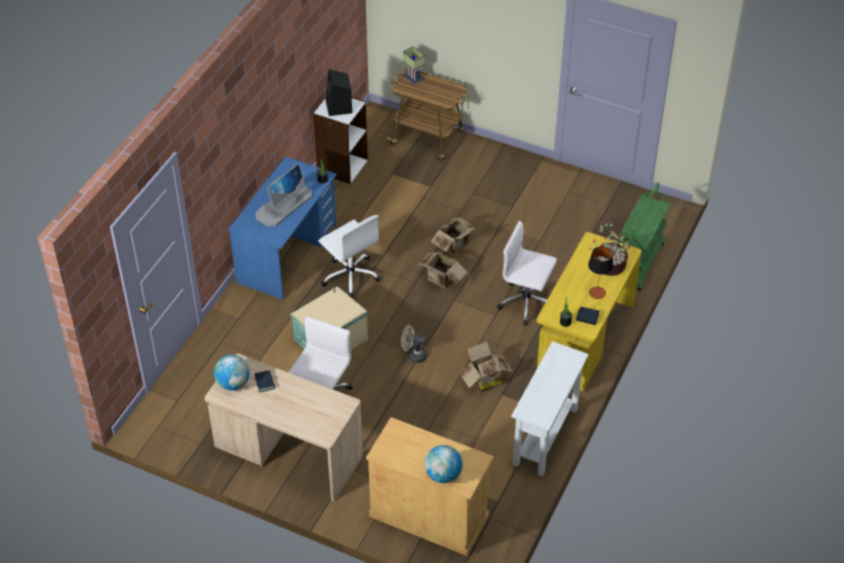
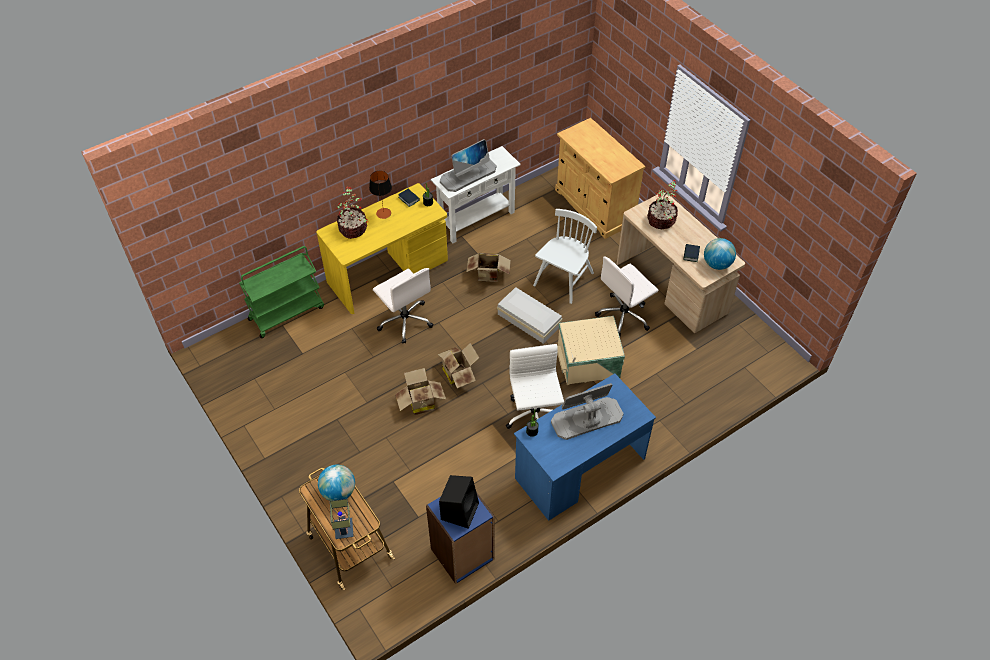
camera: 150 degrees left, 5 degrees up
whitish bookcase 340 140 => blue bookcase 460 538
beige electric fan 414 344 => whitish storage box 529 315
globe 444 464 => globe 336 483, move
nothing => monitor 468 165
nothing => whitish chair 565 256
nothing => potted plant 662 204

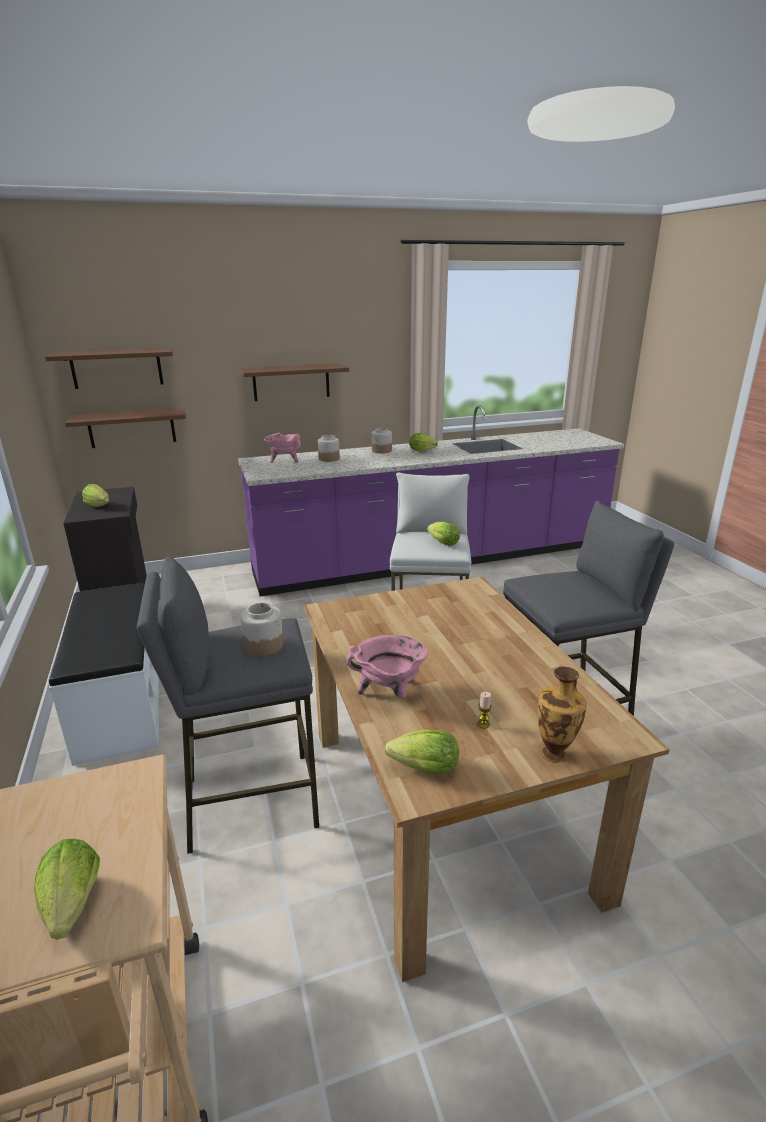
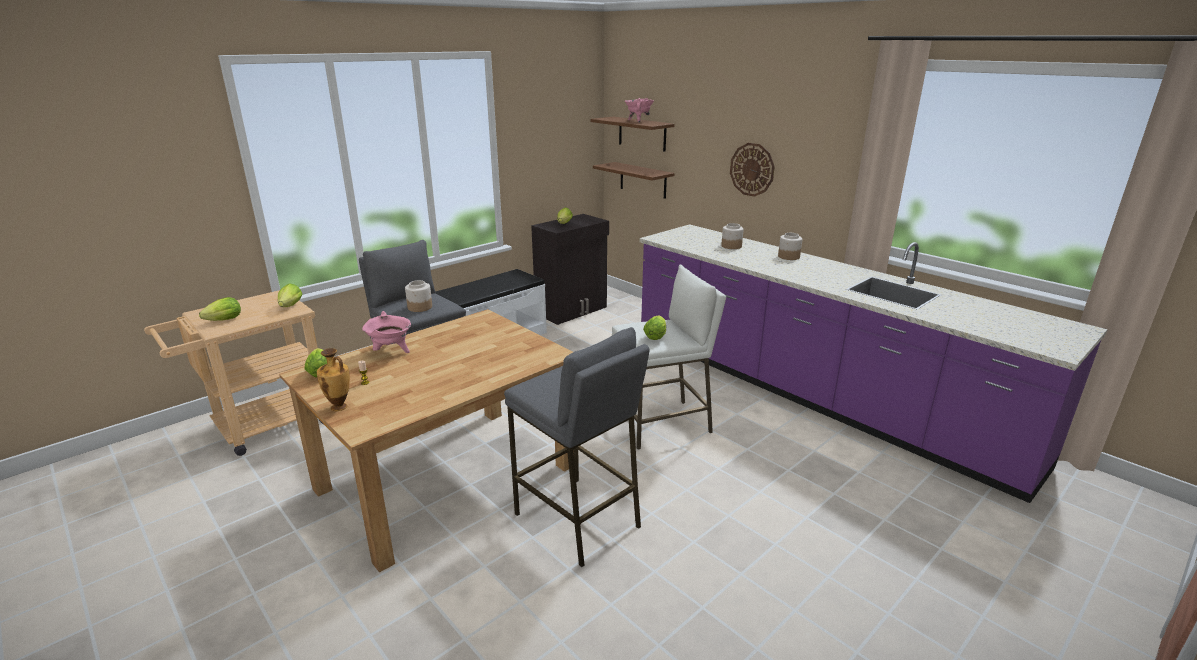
camera: 65 degrees right, 0 degrees up
brown wall shelf 294 382 => hanging clock 752 170
pink-coloured saucepot 282 448 => pink-coloured saucepot 639 110, move
lettuce head 423 442 => lettuce head 290 295, move

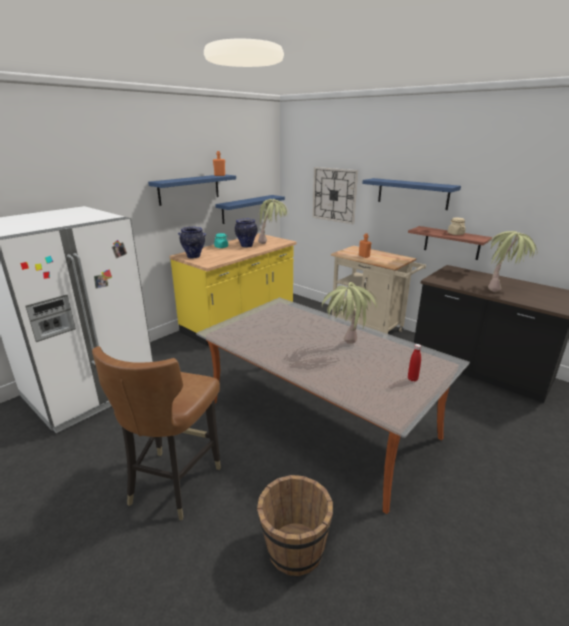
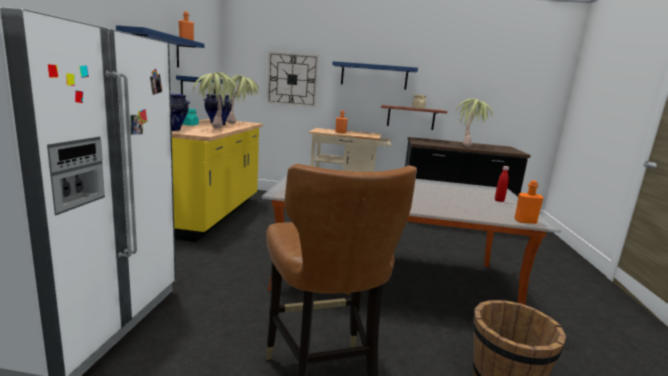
camera: 35 degrees left, 10 degrees down
potted plant 350 313 => potted plant 215 100, move
nothing => orange-coloured beverage bottle 529 202

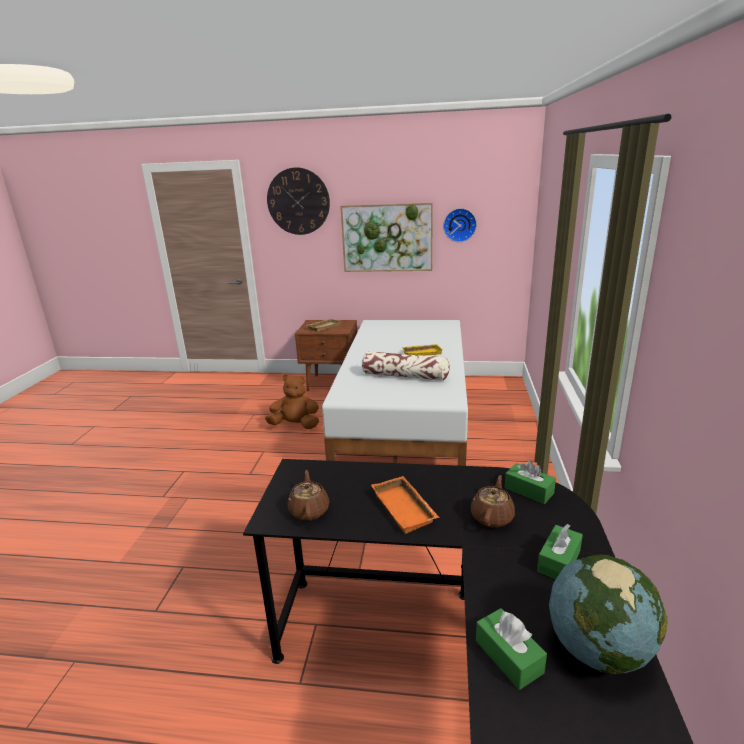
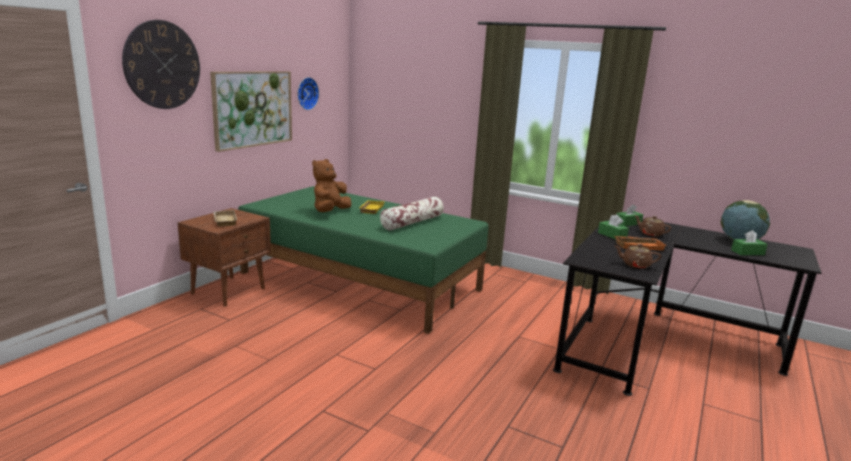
camera: 70 degrees left, 5 degrees down
brown plush toy 292 401 => brown plush toy 331 185, move
whitish bed 395 393 => greenish bed 363 260
greenish tissue holder 560 551 => greenish tissue holder 613 226, move

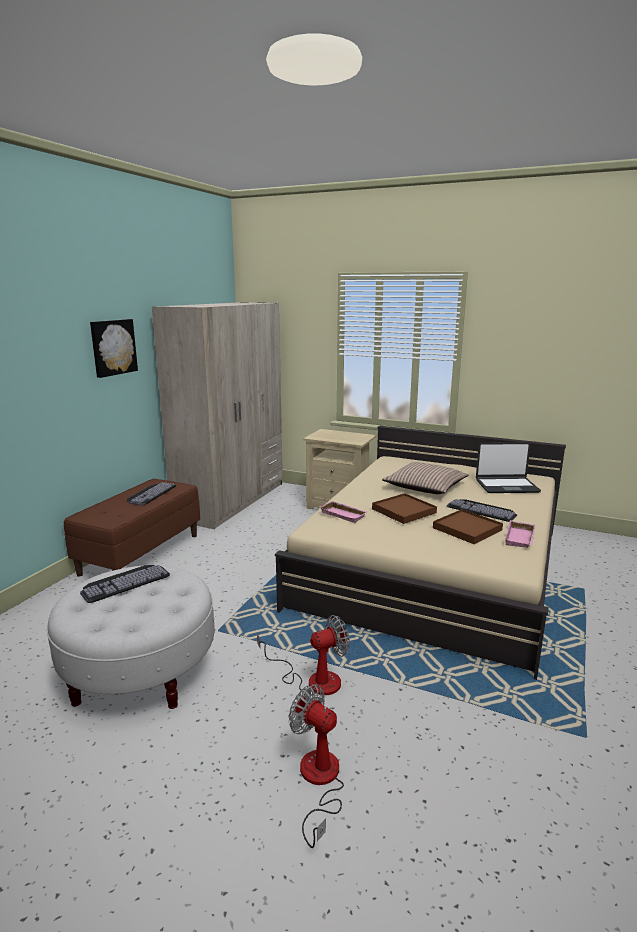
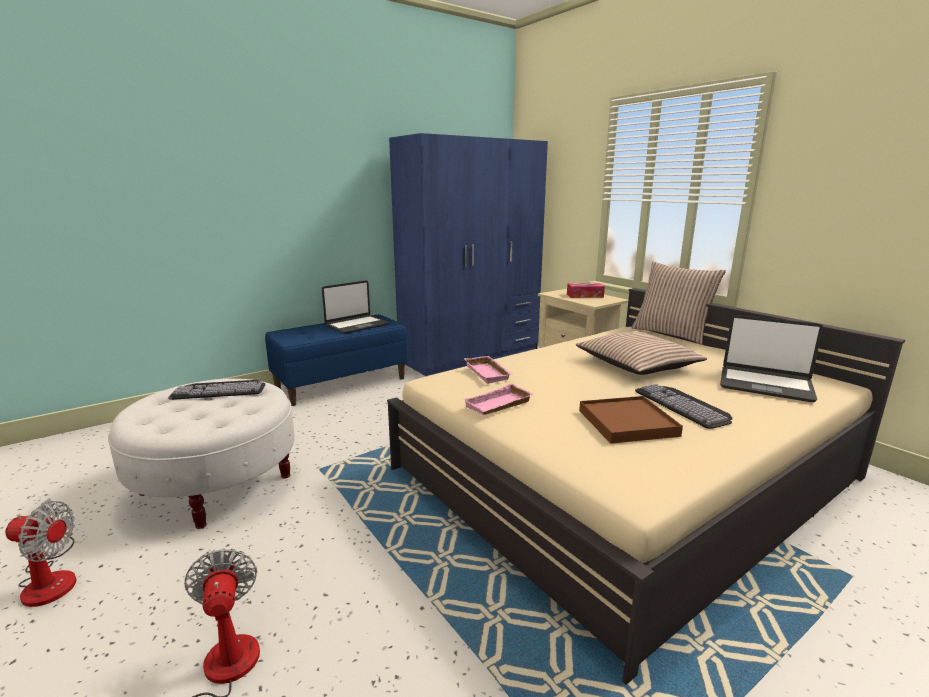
camera: 30 degrees right, 0 degrees up
brown bench 132 528 => blue bench 336 360
picture 114 348 => nothing
computer keyboard 151 493 => portable computer 356 307
beige wardrobe 217 415 => blue wardrobe 468 254
electric fan 303 655 => electric fan 40 552, move
brown serving tray 404 508 => nothing
pink-coloured serving tray 520 534 => pink-coloured serving tray 498 399, move
nothing => tissue holder 586 290
nothing => pillow 679 303

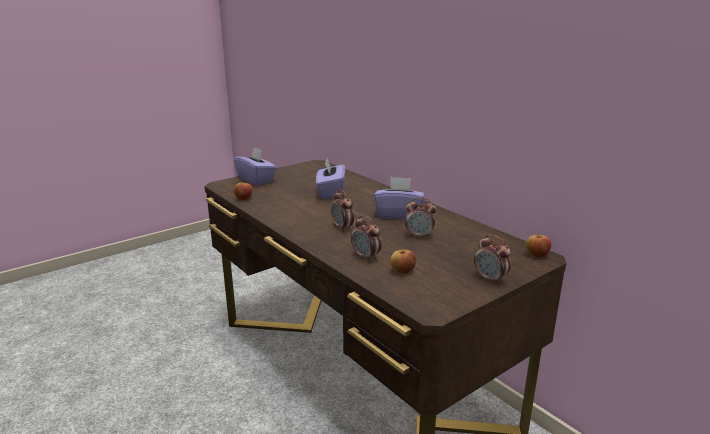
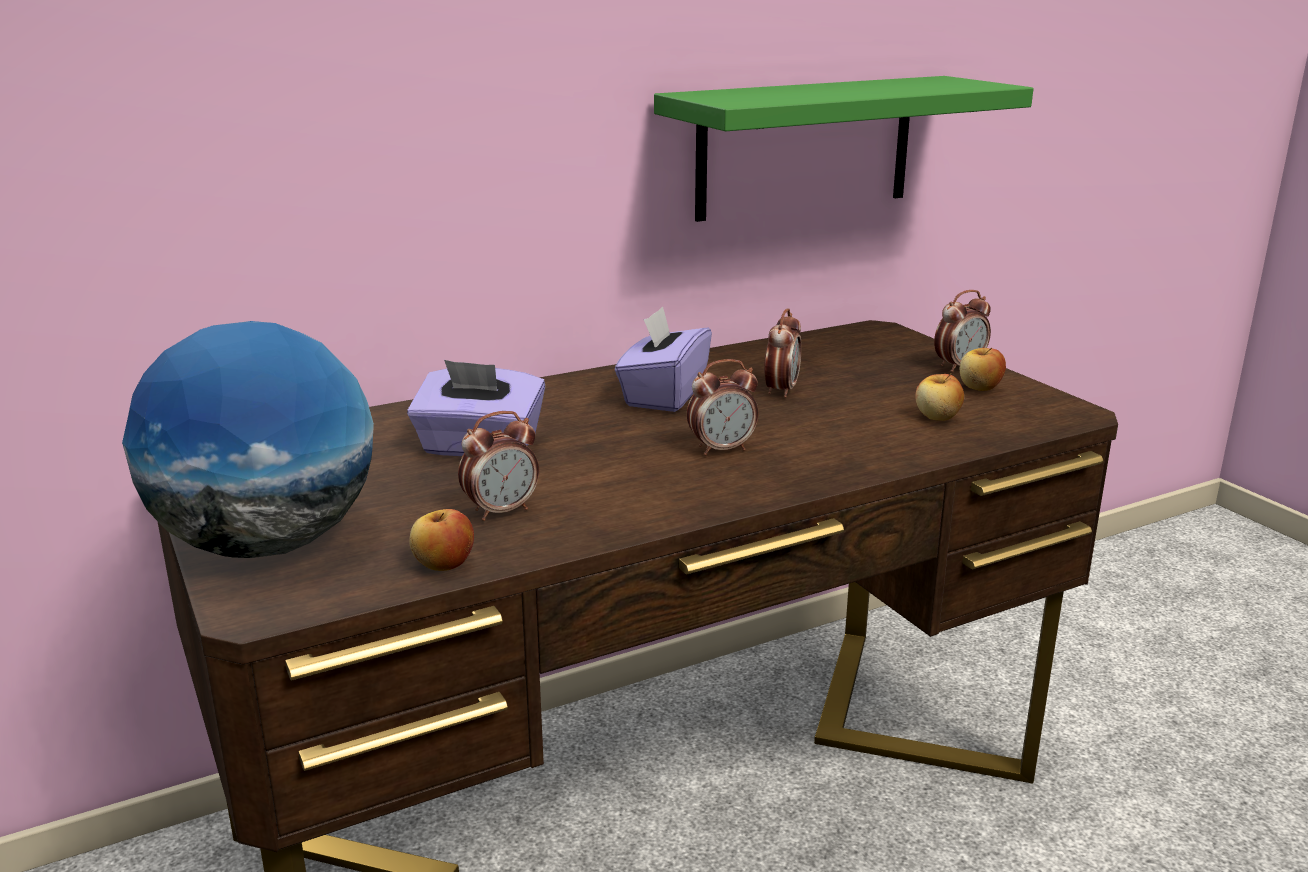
camera: 80 degrees left, 0 degrees up
purplish tissue holder 255 166 => globe 248 439
bedside clock 366 238 => bedside clock 498 466, move
whole apple 538 246 => whole apple 983 369, move
nothing => greenish wall shelf 843 149

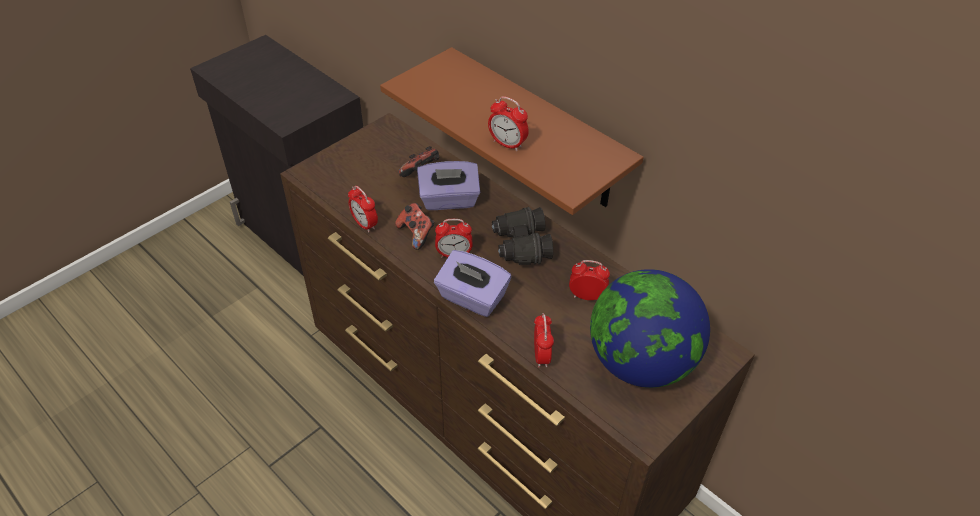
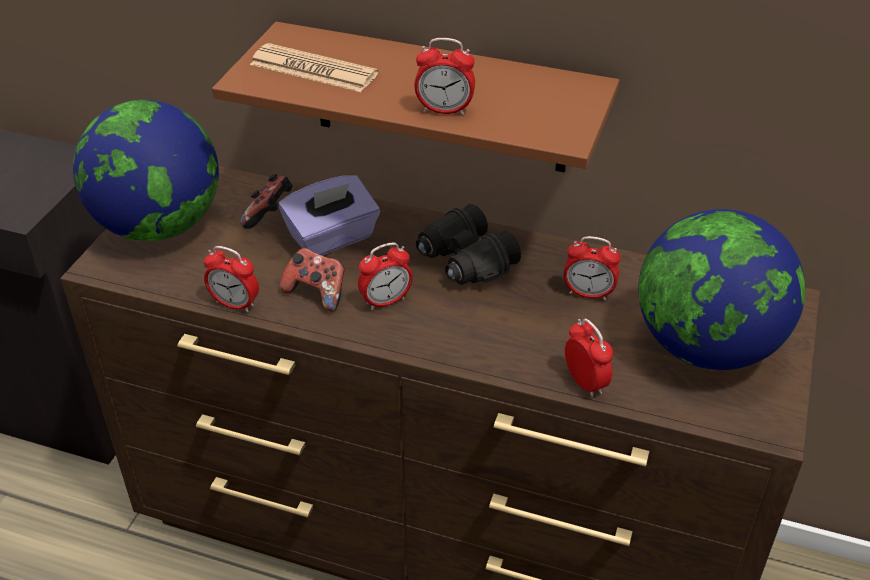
camera: 25 degrees left, 5 degrees down
purplish tissue holder 472 283 => nothing
bedside clock 589 280 => bedside clock 591 268, 150 degrees counterclockwise
nothing => globe 146 170
nothing => printed paper 314 67

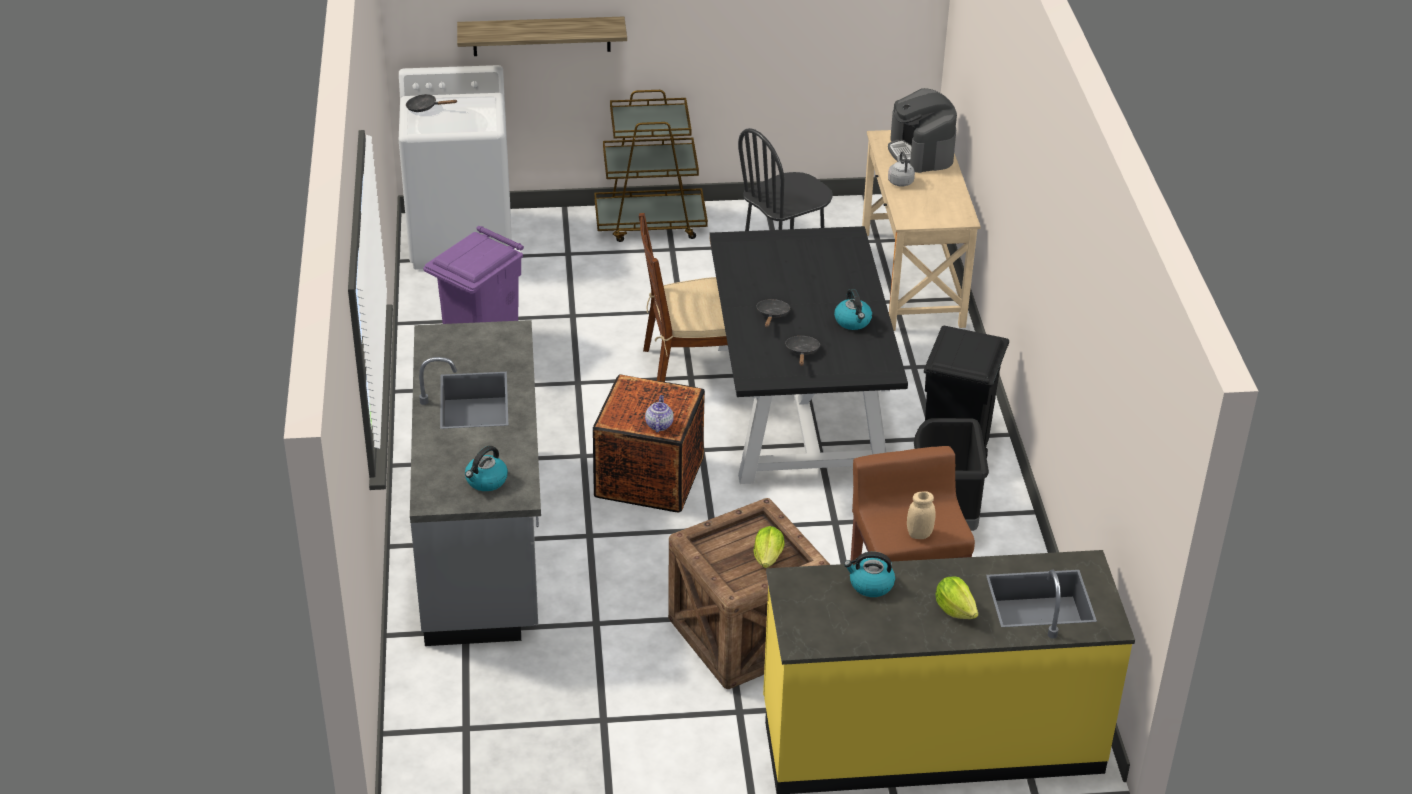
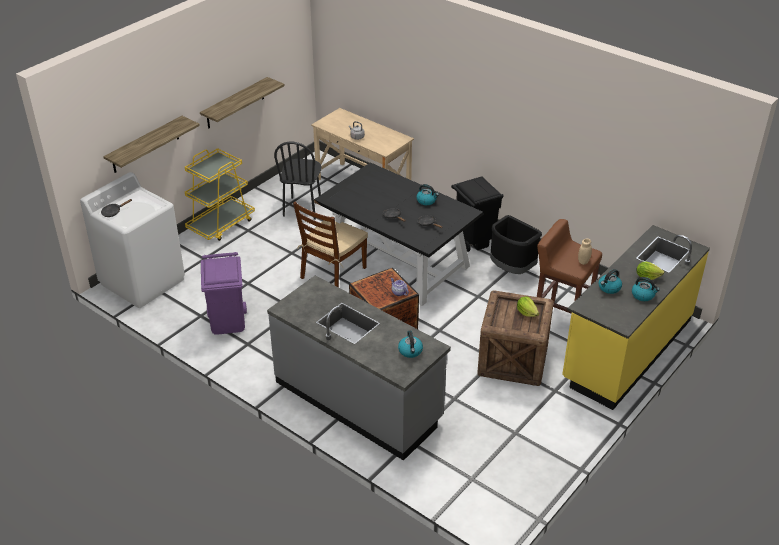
camera: 45 degrees left, 0 degrees up
brown cart 651 166 => yellow cart 220 194
coffee maker 922 130 => nothing
nothing => wall shelf 242 103
nothing => kettle 646 289

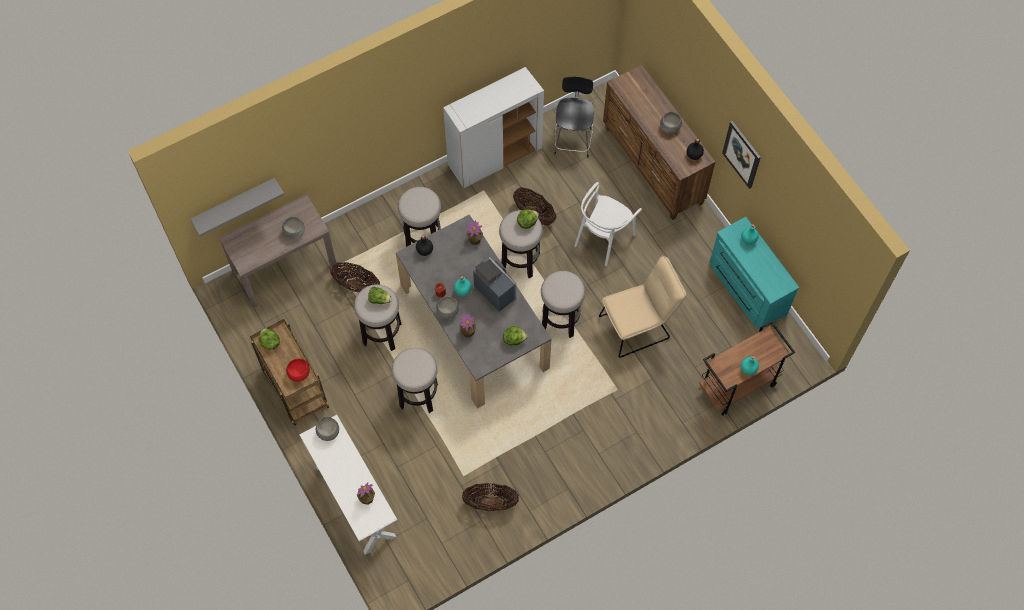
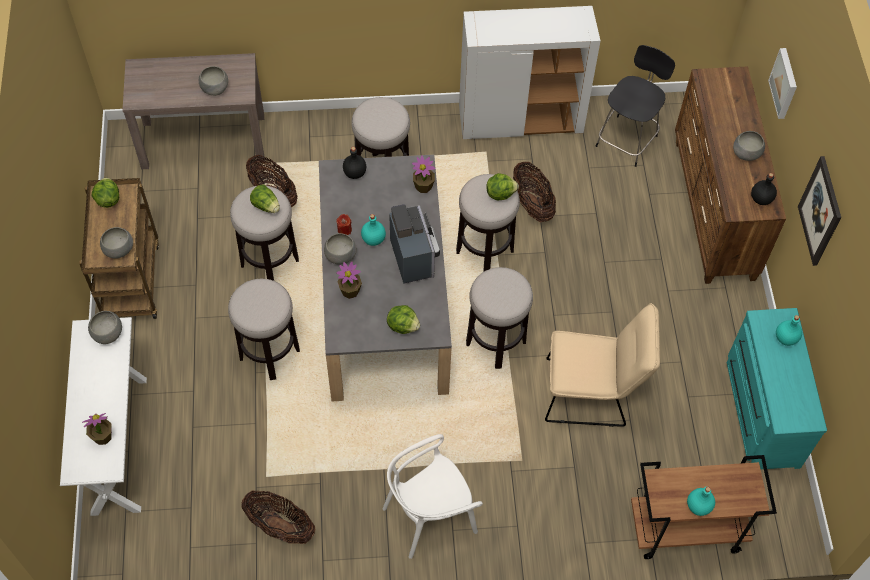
camera: 25 degrees right, 5 degrees down
grey wall shelf 237 207 => nothing
red-coloured bowl 298 370 => grey bowl 116 243
whitish chair 608 224 => whitish chair 433 496, move
nothing => picture 782 83

